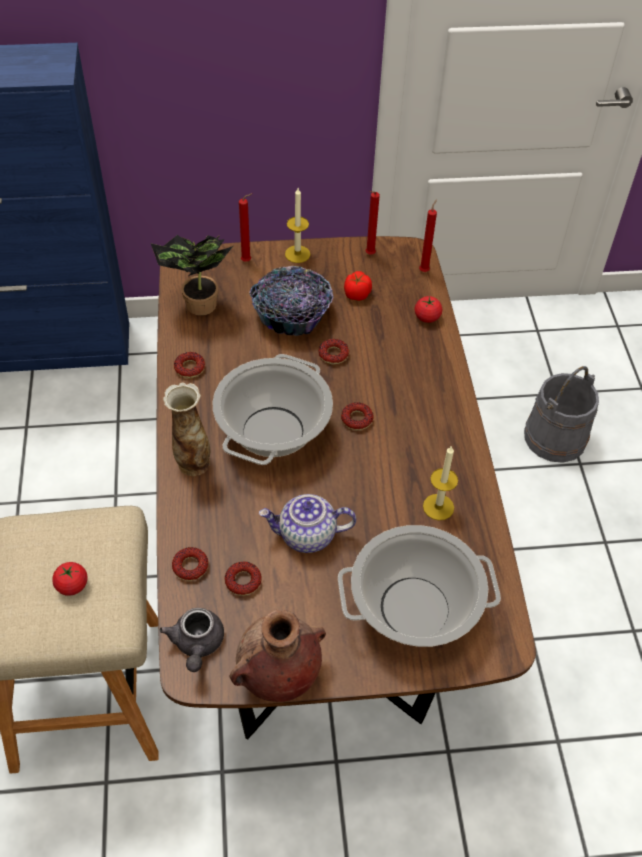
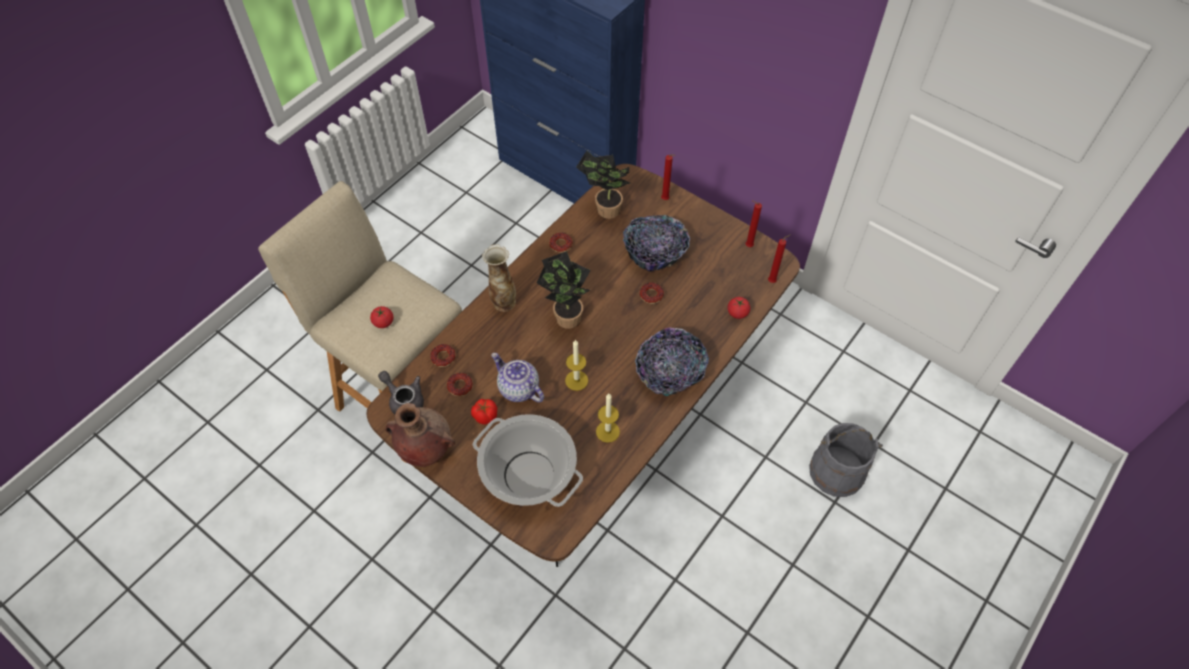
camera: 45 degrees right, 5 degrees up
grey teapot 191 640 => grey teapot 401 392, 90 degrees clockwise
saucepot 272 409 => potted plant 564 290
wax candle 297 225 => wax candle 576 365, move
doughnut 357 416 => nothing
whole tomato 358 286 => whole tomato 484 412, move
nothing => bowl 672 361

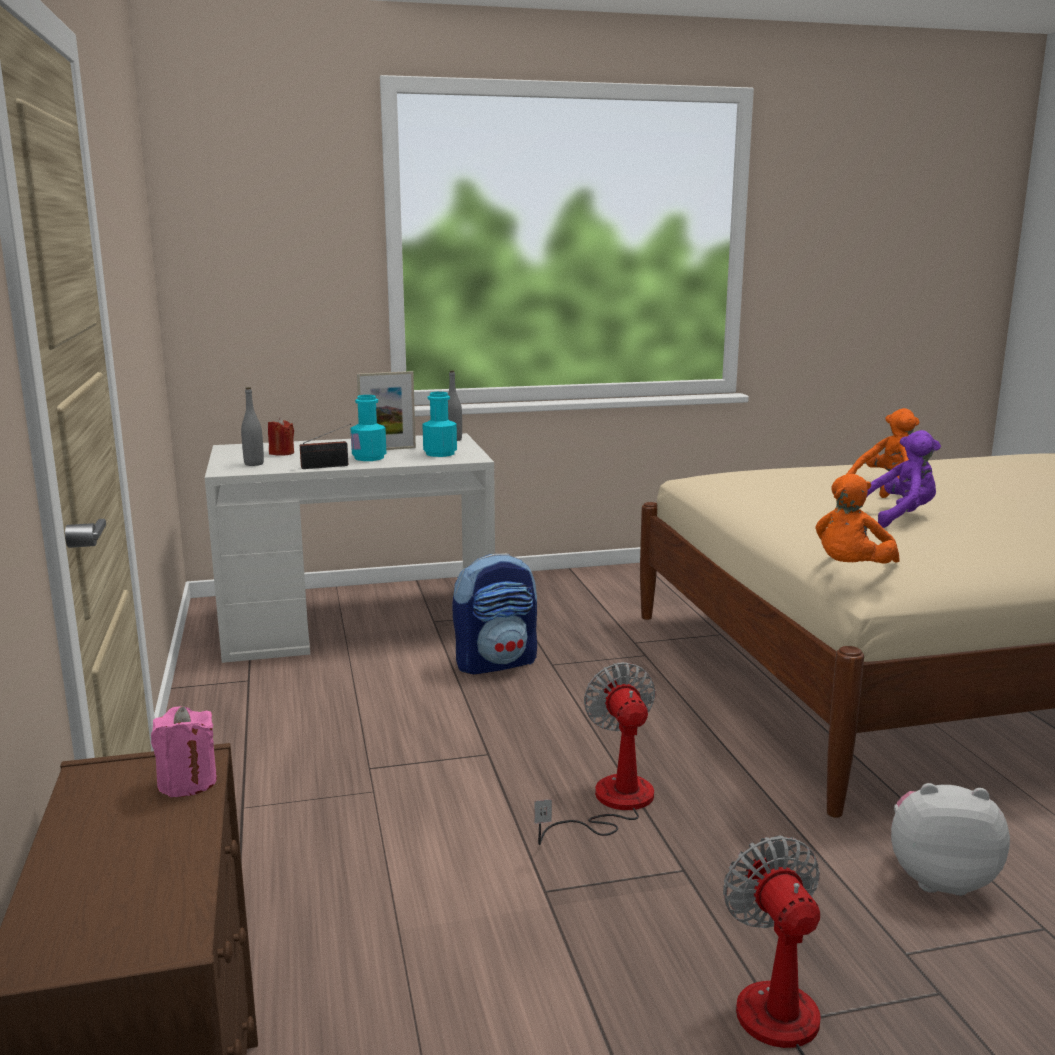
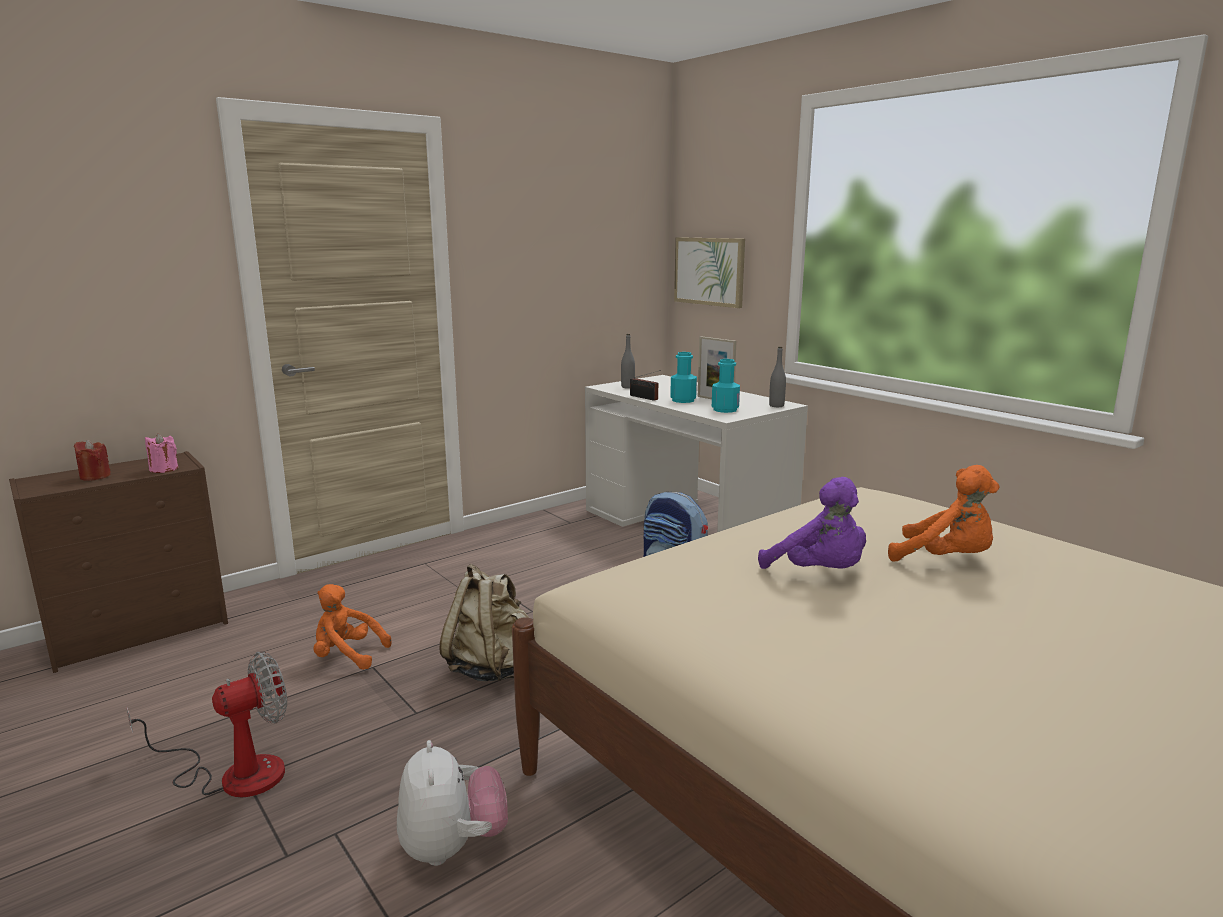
camera: 65 degrees right, 0 degrees up
red-coloured wax candle 281 436 => red-coloured wax candle 92 460, move
electric fan 595 753 => beige knapsack 484 622
orange-coloured plush toy 857 519 => orange-coloured plush toy 353 627, move
nothing => picture 709 272

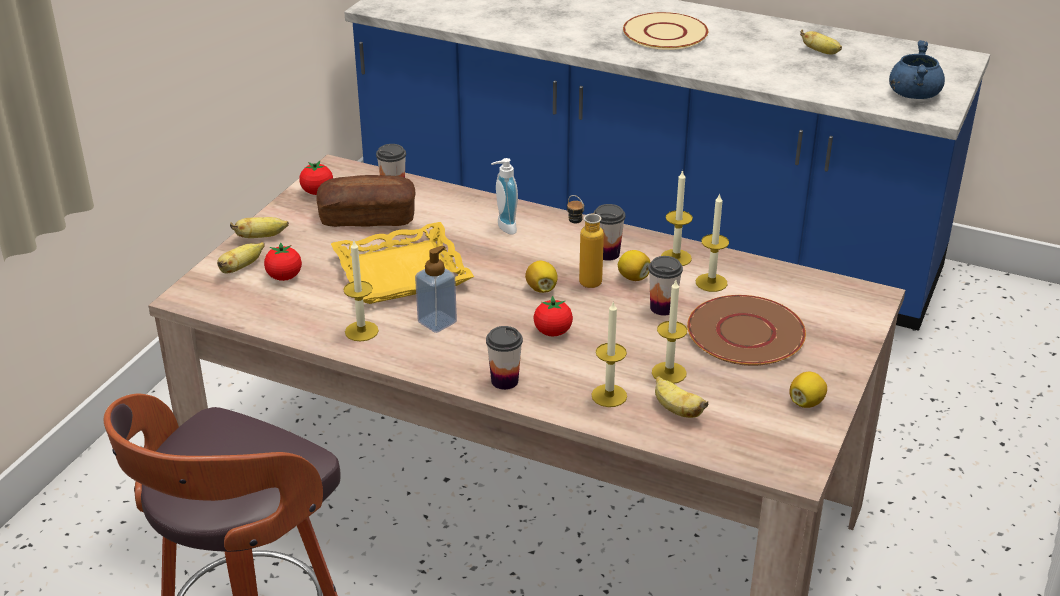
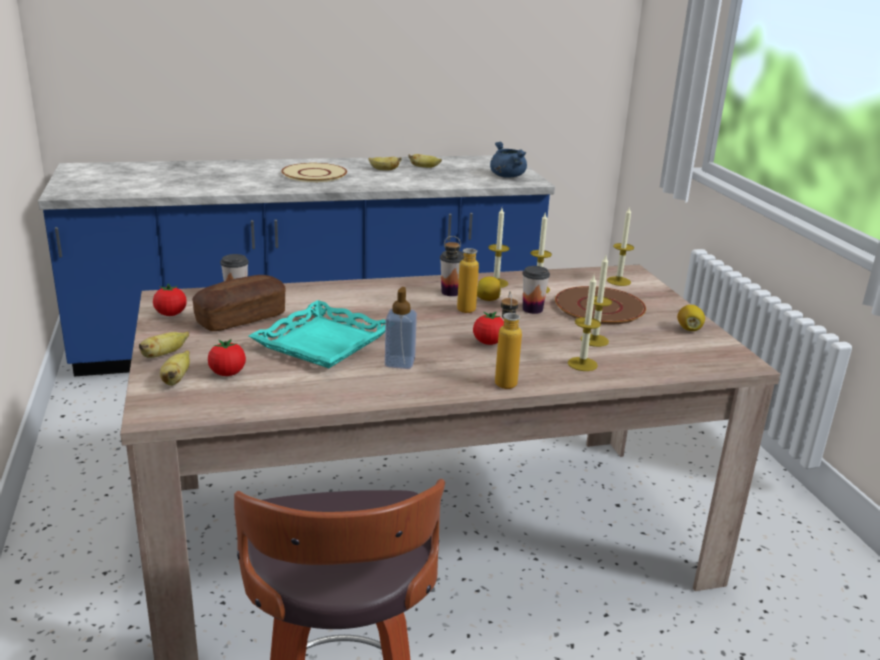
camera: 40 degrees left, 10 degrees down
yellow serving tray 402 263 => turquoise serving tray 317 334
wax candle 361 291 => wax candle 620 246, move
cup 504 358 => beverage bottle 508 340
soap dispenser 504 196 => nothing
lemon 541 277 => nothing
whole banana 681 397 => whole banana 385 163, move

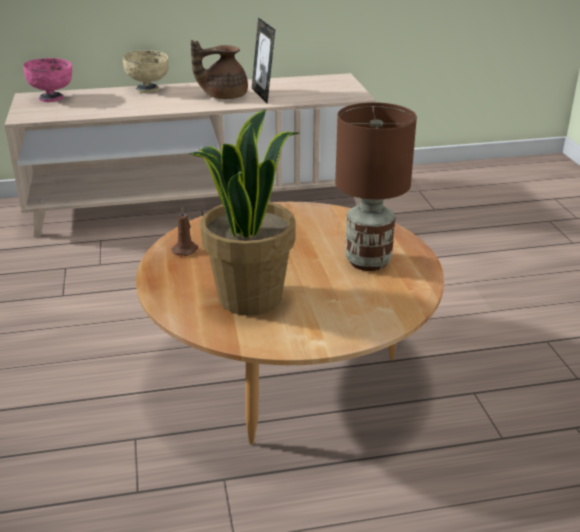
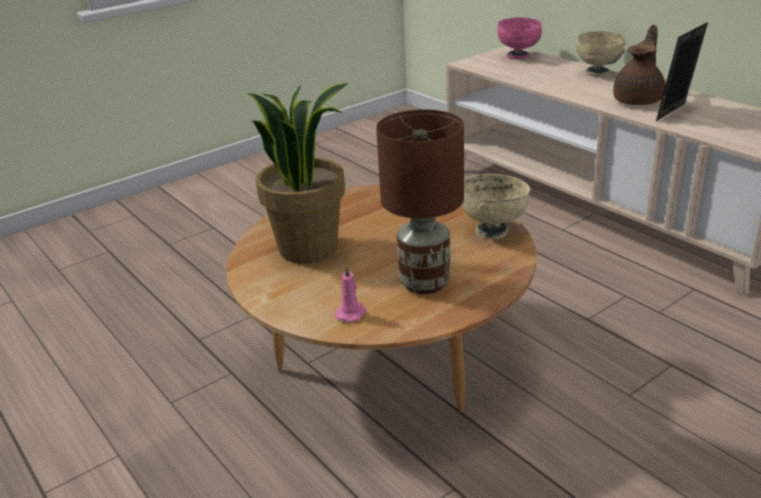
camera: 65 degrees right, 0 degrees up
brown wax candle 185 231 => nothing
brown teapot 219 69 => brown teapot 639 65, 75 degrees clockwise
nothing => pink-coloured wax candle 350 293
nothing => beige bowl 496 206

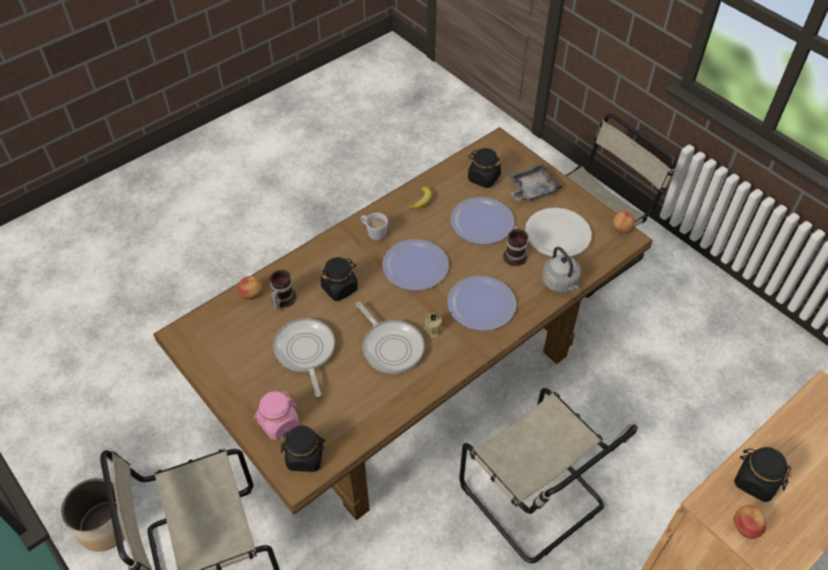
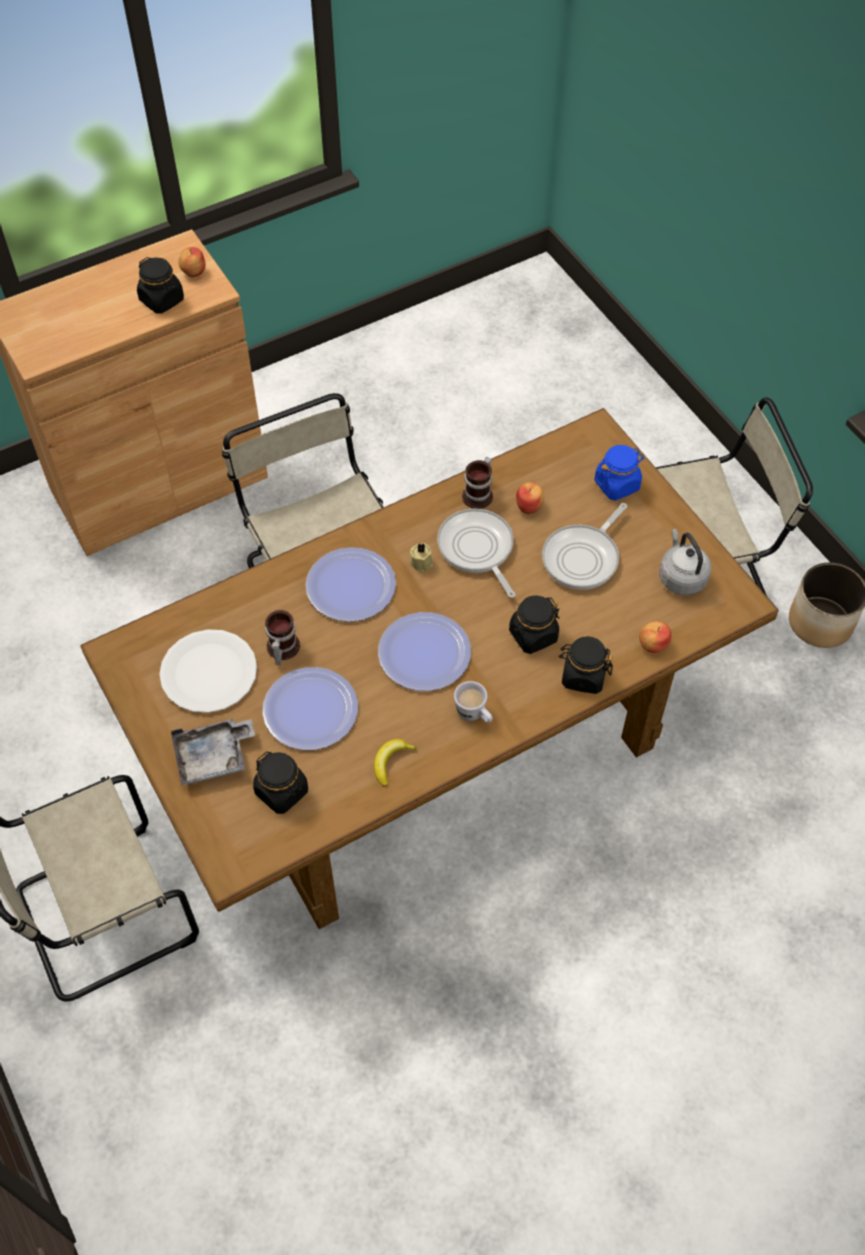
camera: 170 degrees left, 5 degrees up
pink-coloured jar 276 415 => blue jar 619 473
mug 282 290 => mug 477 483, move
skillet 304 357 => skillet 584 546, 45 degrees clockwise
black-coloured jar 303 449 => black-coloured jar 586 665, move
grey kettle 561 270 => grey kettle 685 562, move
whole apple 624 221 => whole apple 530 498, move

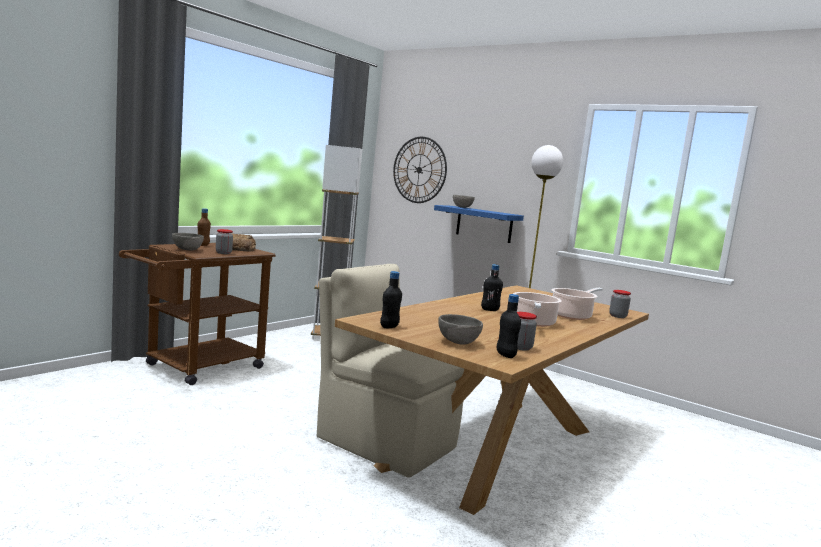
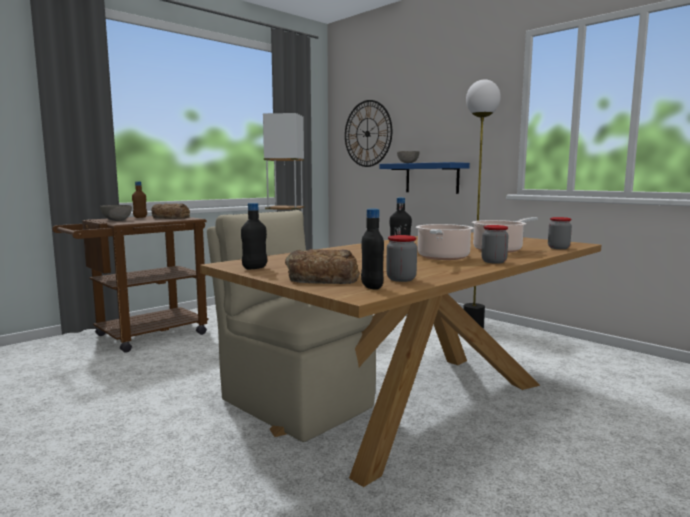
camera: 10 degrees right, 0 degrees up
jar 224 241 => jar 495 244, move
grey bowl 460 329 => baked bread 322 266

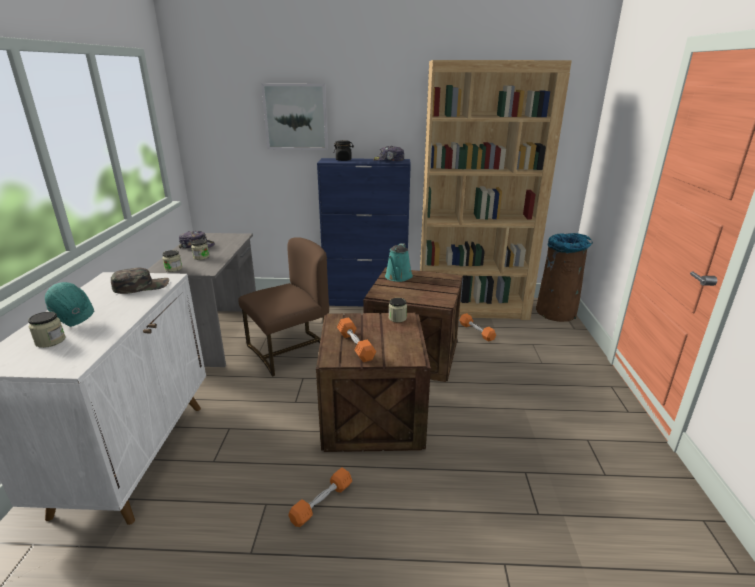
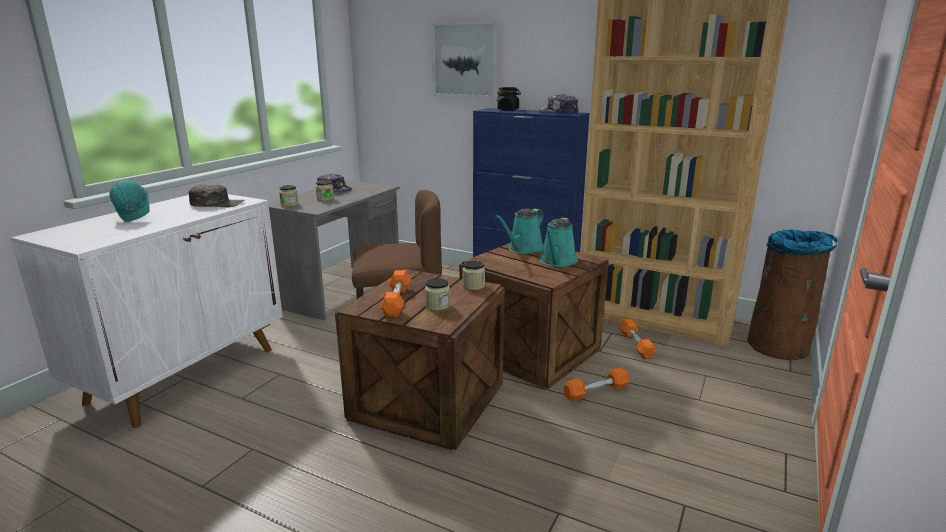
camera: 25 degrees right, 5 degrees down
jar 46 330 => jar 437 294, move
orange-coloured hand weight 320 497 => orange-coloured hand weight 596 384, move
nothing => turquoise watering pot 559 242

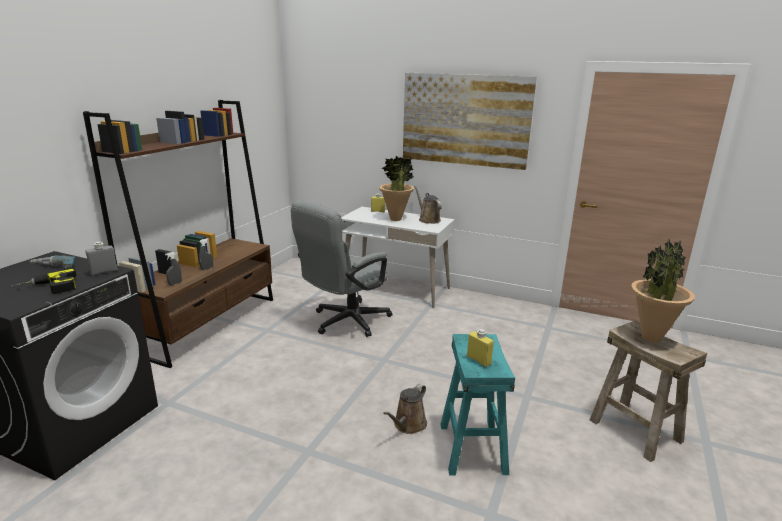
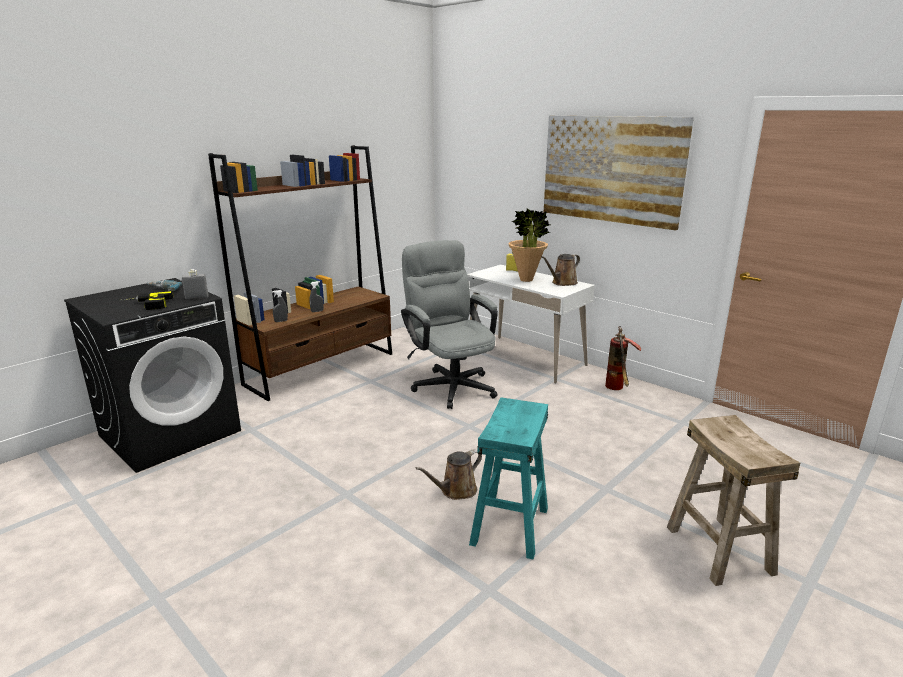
camera: 20 degrees right, 0 degrees up
grey desk chair 341 268 => grey desk chair 449 324, 90 degrees clockwise
brown watering pot 428 205 => brown watering pot 560 270, 120 degrees counterclockwise
yellow beverage bottle 480 348 => nothing
potted plant 663 291 => nothing
nothing => extinguisher 623 358

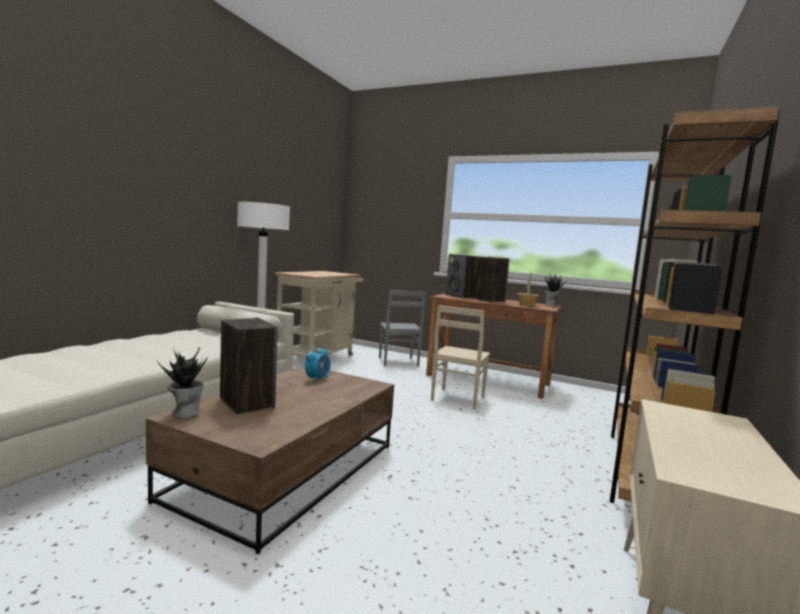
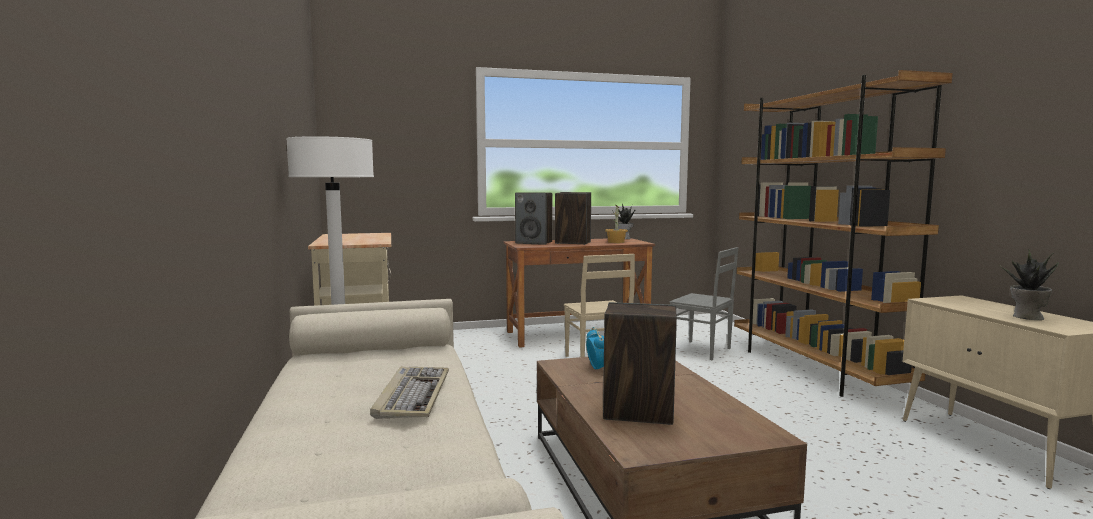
camera: 40 degrees left, 0 degrees up
potted plant 182 382 => potted plant 1029 284, move
grey chair 402 328 => grey chair 704 303, move
nothing => computer keyboard 409 392

